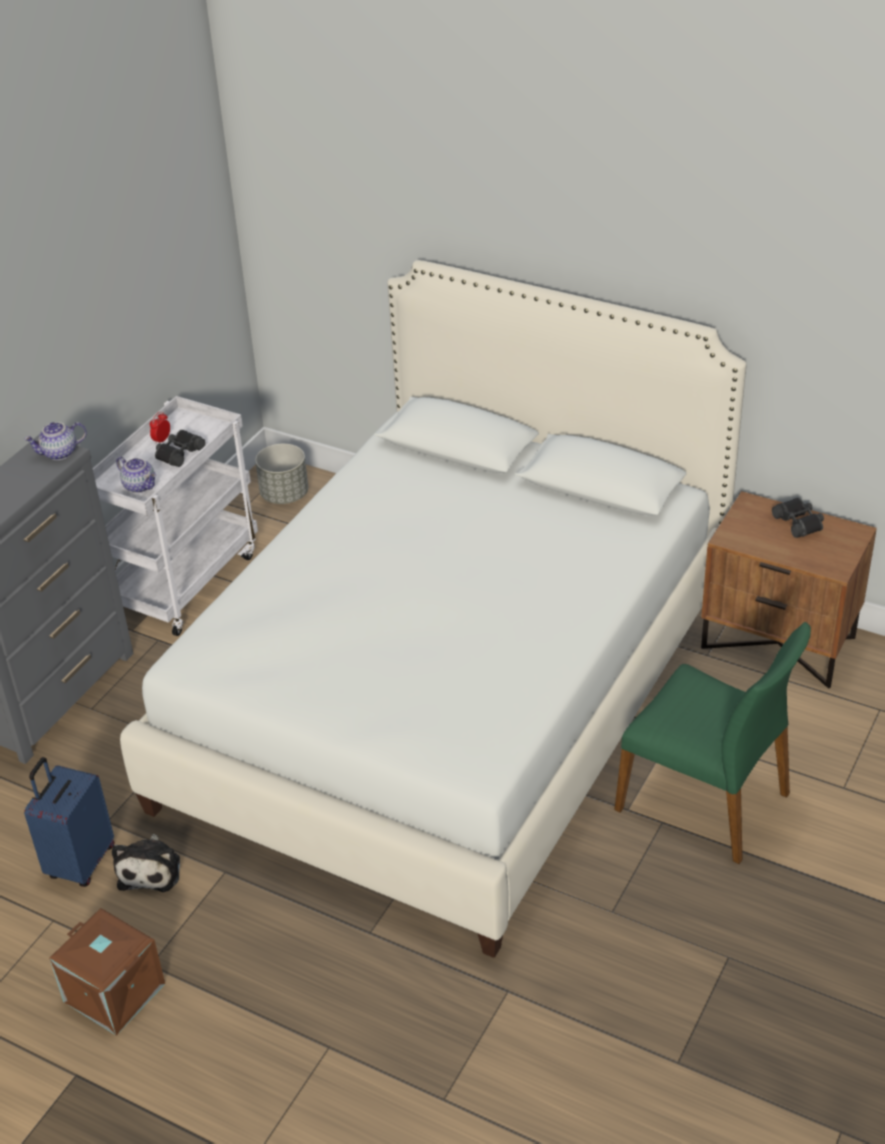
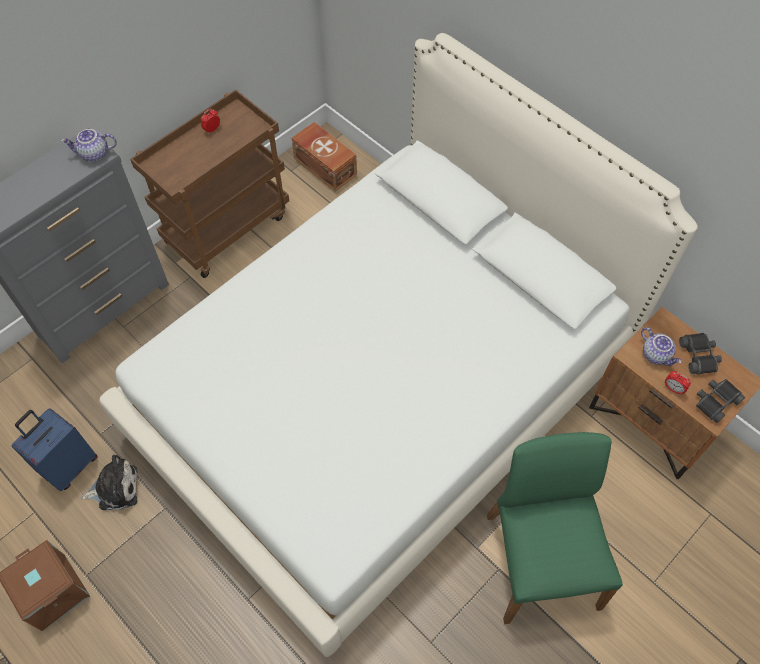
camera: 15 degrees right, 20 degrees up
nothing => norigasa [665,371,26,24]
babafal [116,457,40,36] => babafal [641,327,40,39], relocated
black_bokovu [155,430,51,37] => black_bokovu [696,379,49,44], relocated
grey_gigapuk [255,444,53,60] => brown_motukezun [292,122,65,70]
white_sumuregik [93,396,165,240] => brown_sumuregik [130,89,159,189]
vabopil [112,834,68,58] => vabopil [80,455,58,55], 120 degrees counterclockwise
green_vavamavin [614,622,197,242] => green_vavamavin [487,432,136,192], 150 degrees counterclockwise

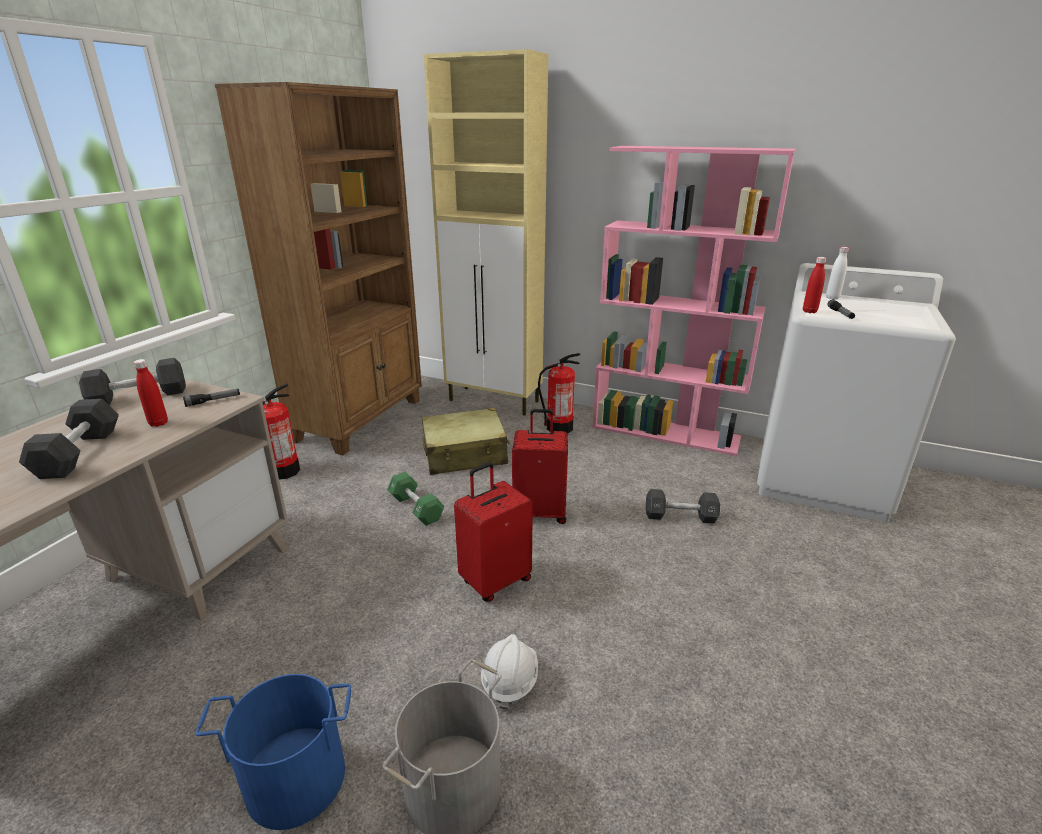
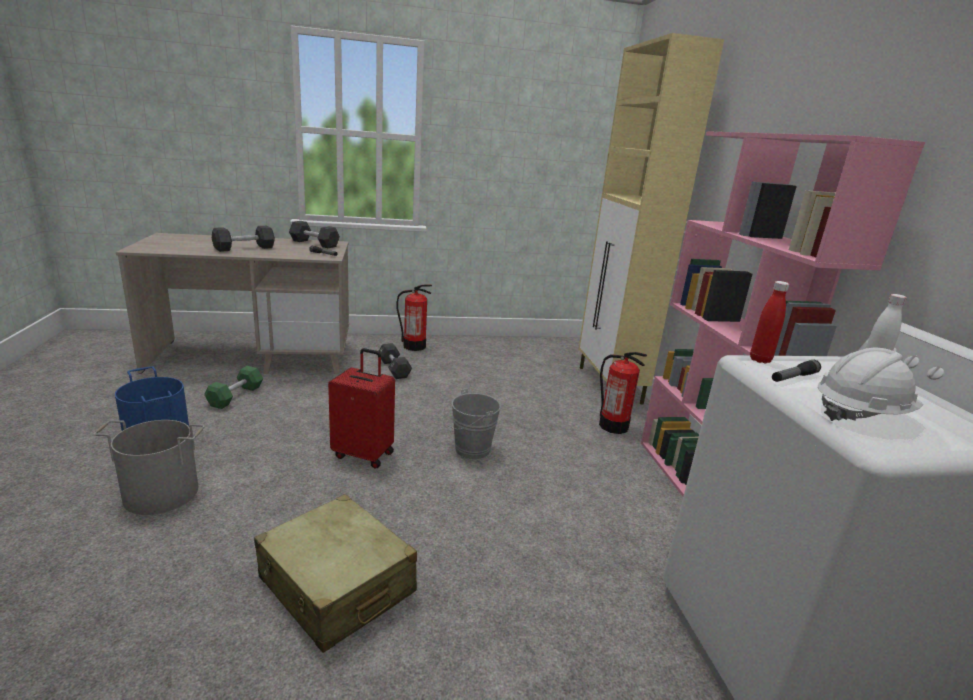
camera: 55 degrees right, 5 degrees down
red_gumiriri [133,359,35,68] => nothing
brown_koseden [215,82,207,373] => nothing
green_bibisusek [387,472,58,54] => green_bibisusek [204,366,59,43], relocated
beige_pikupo [422,408,88,67] => beige_pikupo [254,494,163,159], relocated
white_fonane [481,634,57,76] => white_fonane [818,348,105,73], relocated
black_bibisusek [646,489,74,35] => black_bibisusek [379,343,33,36], relocated
red_pikupo [512,409,56,115] => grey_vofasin [442,388,59,72]

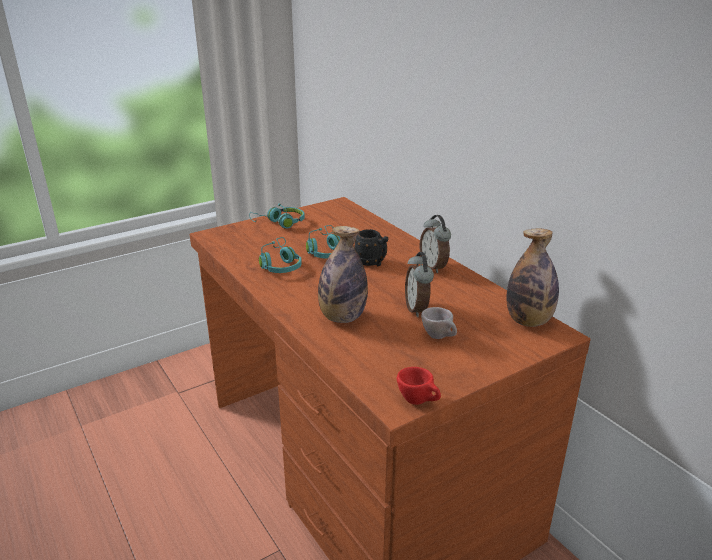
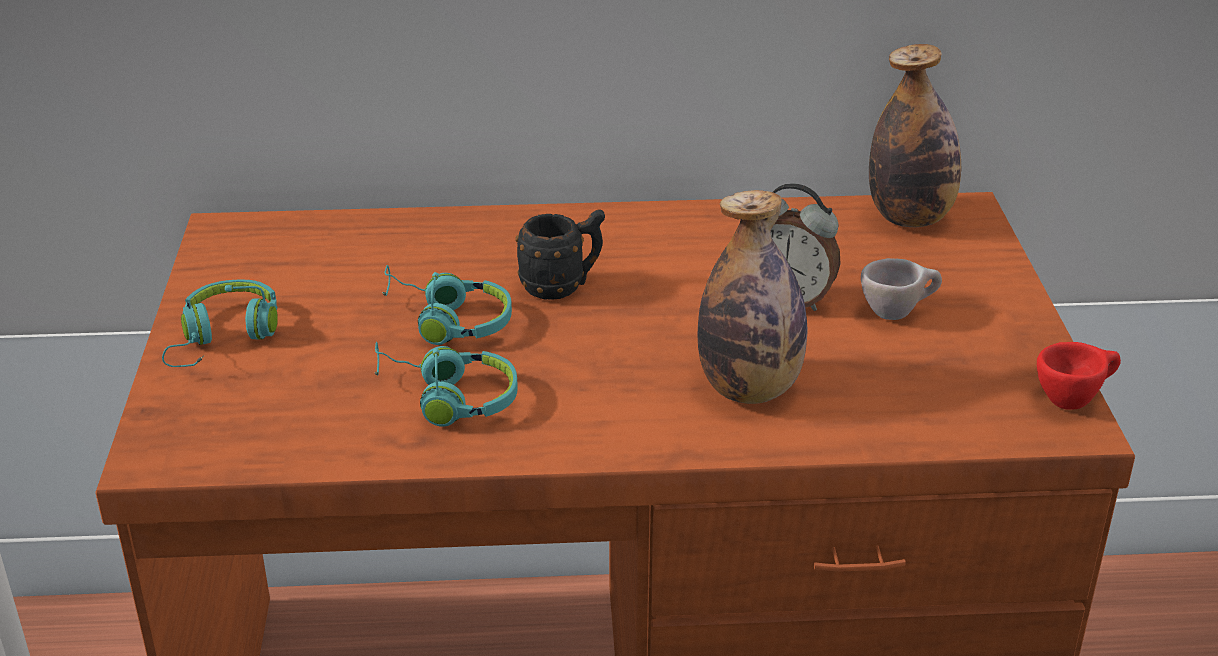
camera: 60 degrees left, 5 degrees up
norigasa [419,215,32,58] => nothing

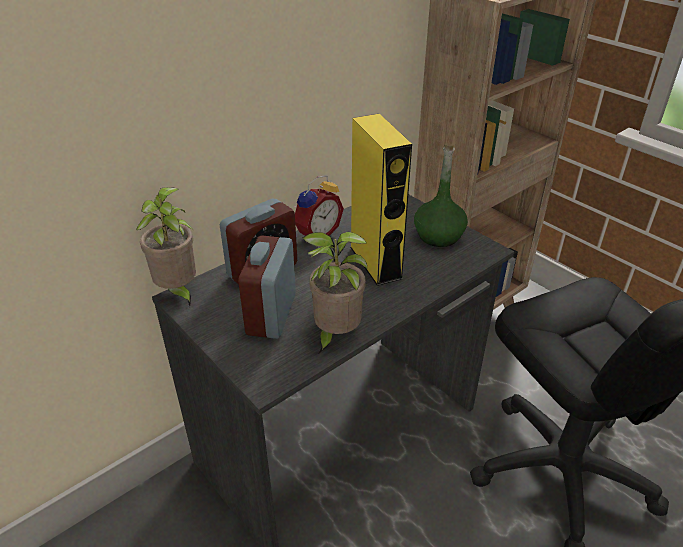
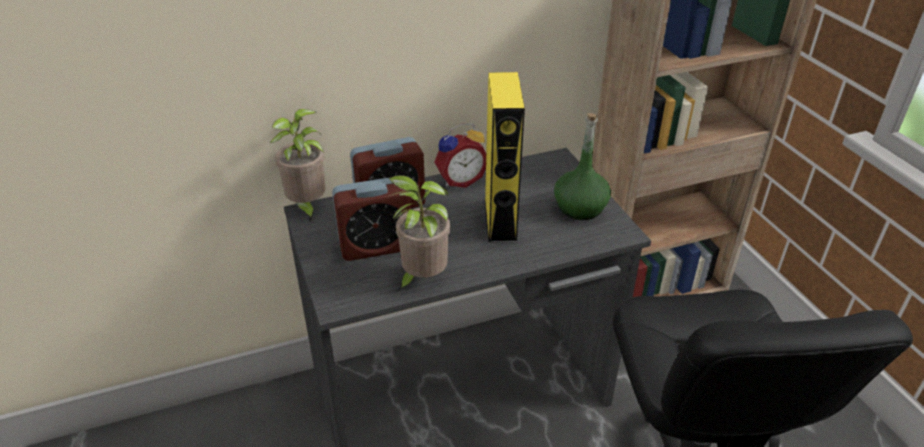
camera: 20 degrees right, 0 degrees up
norigasa [238,235,58,104] => norigasa [332,177,79,84], 135 degrees counterclockwise

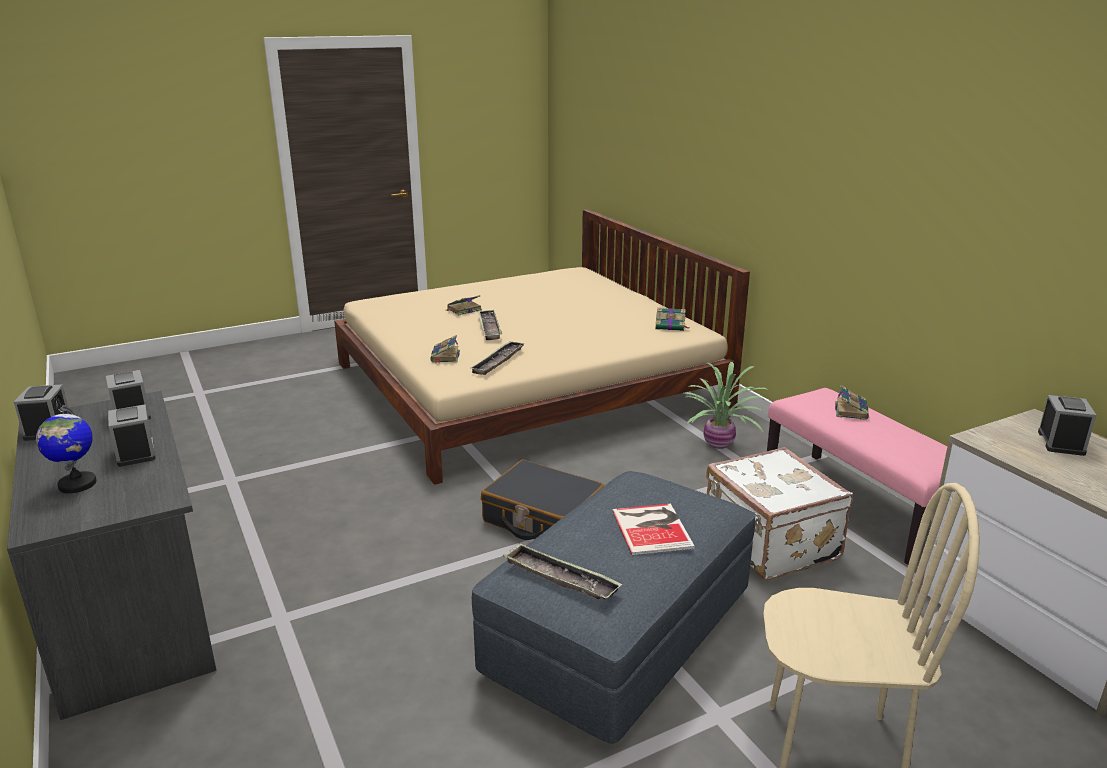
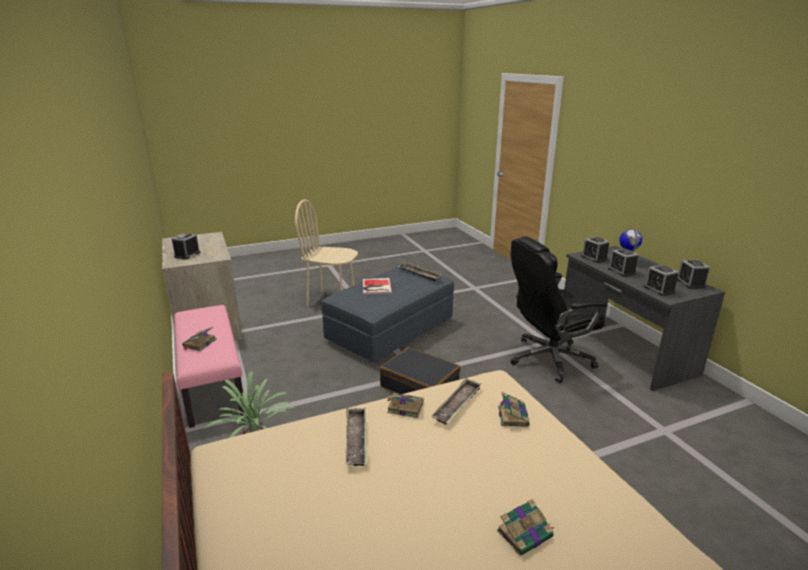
camera: 175 degrees left, 0 degrees up
white_pikupo [706,447,147,133] => nothing
nothing => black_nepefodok [510,236,97,147]
nothing => norigasa [581,237,29,26]
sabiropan [478,310,24,30] => sabiropan [346,408,22,58], relocated
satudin [655,308,35,23] => satudin [386,393,38,25], relocated

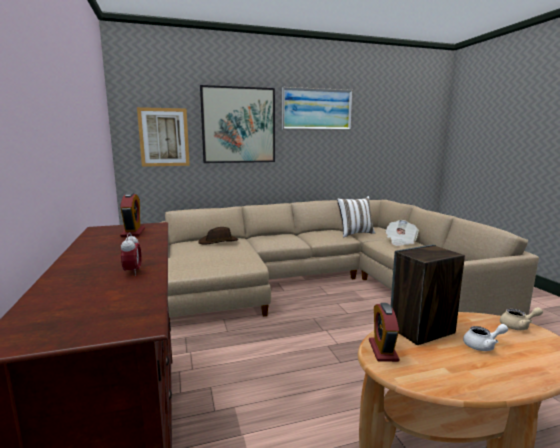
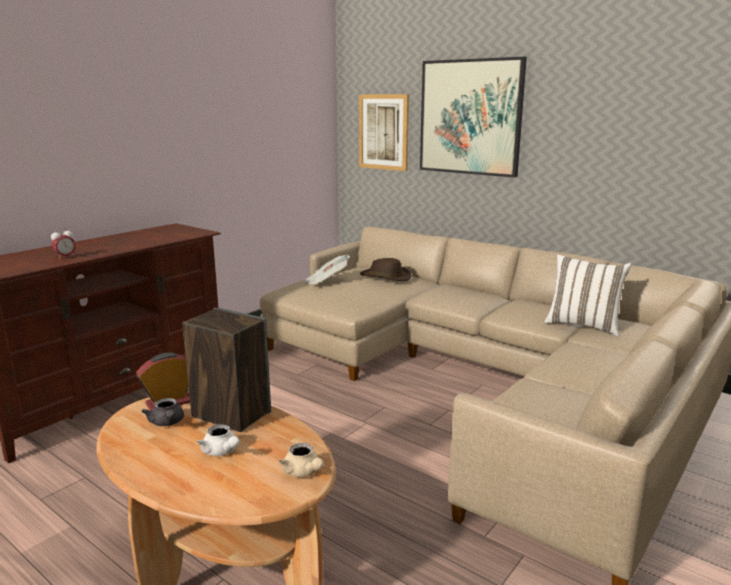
camera: 55 degrees right, 5 degrees up
norigasa [120,192,25,45] => nothing
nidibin [282,87,71,43] => nothing
nothing => grey_babafal [142,398,42,28]
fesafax [385,220,34,26] => fesafax [304,255,46,30], relocated

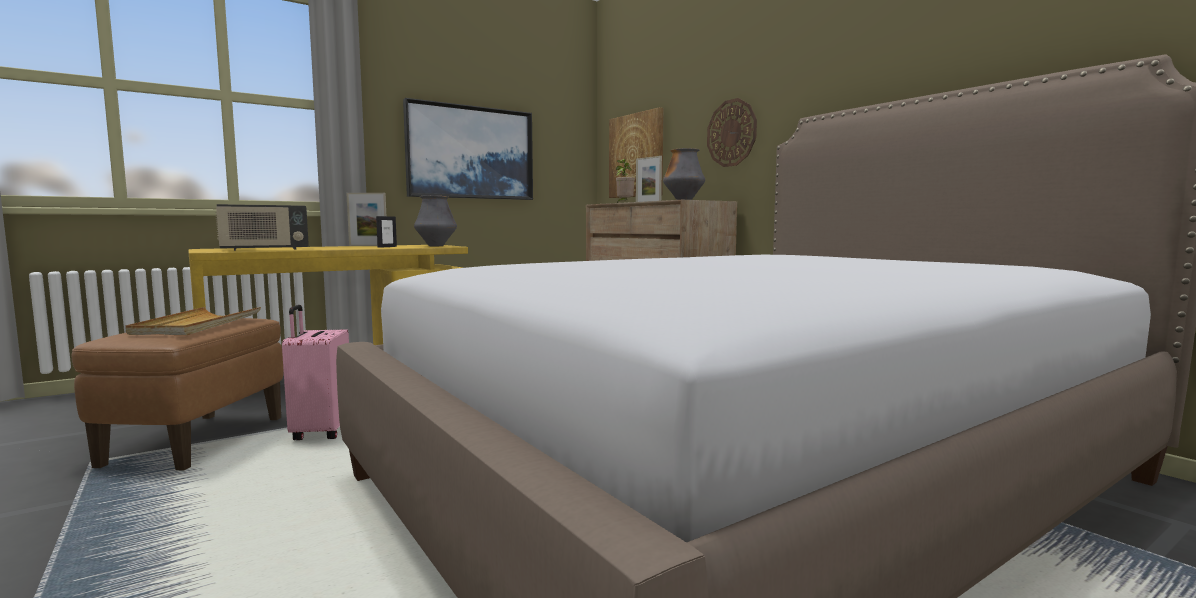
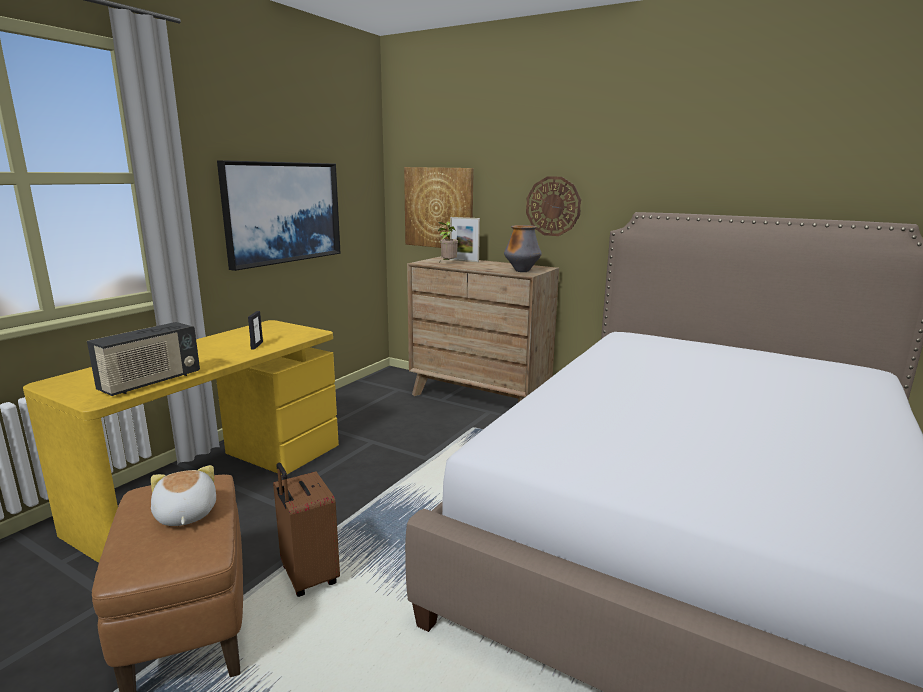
camera: 25 degrees left, 10 degrees up
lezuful [346,193,40,53] => nothing
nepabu [414,196,43,50] => nothing
beige_sabiropan [125,307,136,28] => vabopil [151,465,65,61]
pink_pikupo [282,305,67,135] => brown_pikupo [273,463,67,134]

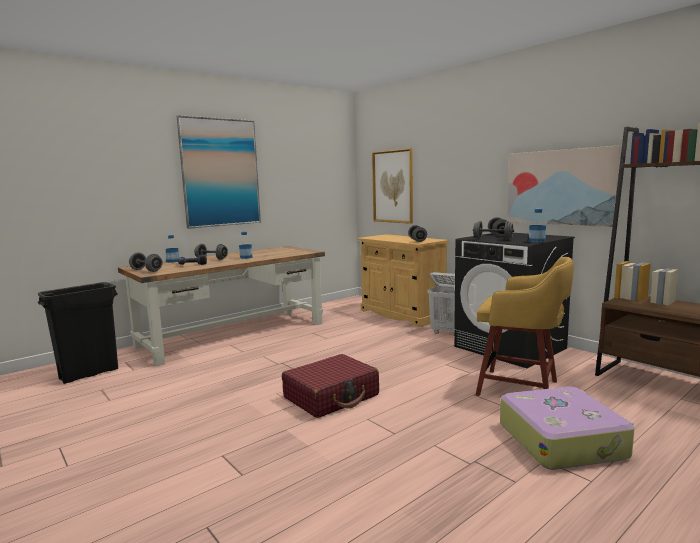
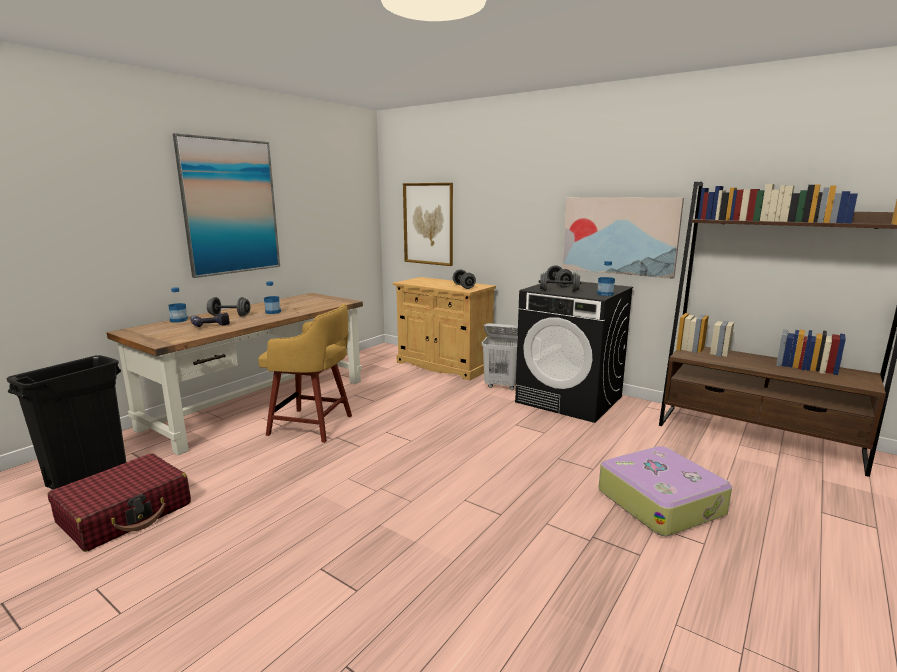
camera: 15 degrees left, 5 degrees up
grey_bibisusek [129,253,34,19] => nothing
red_pikupo [282,354,97,64] => red_pikupo [48,453,143,99], relocated
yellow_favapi [476,257,98,139] => yellow_favapi [258,304,94,139], relocated

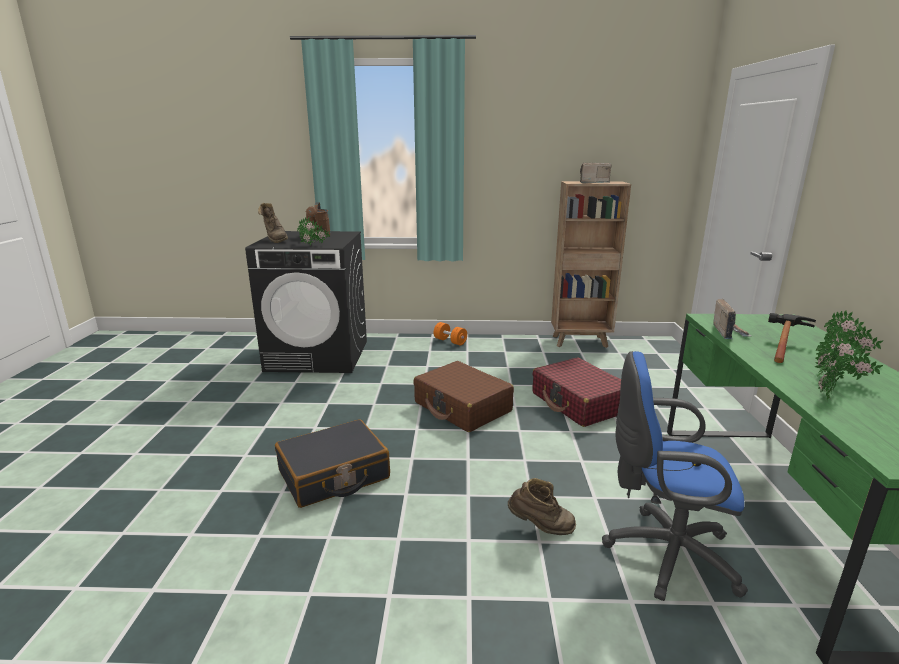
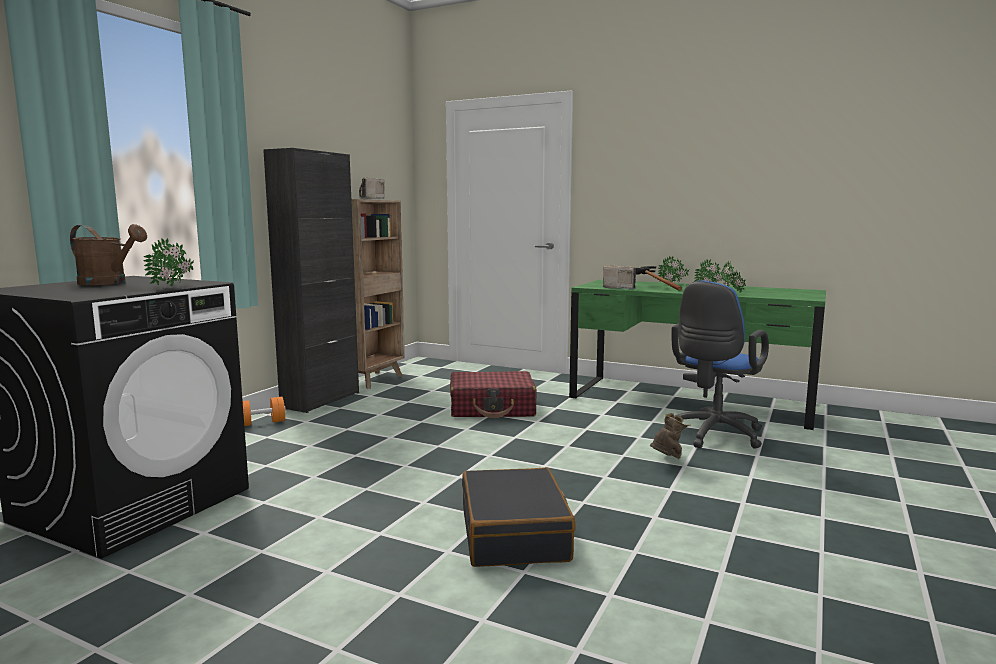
camera: 65 degrees left, 10 degrees down
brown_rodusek [258,203,30,40] => nothing
brown_pikupo [413,361,101,71] => nothing
nothing => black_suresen [263,148,96,265]

